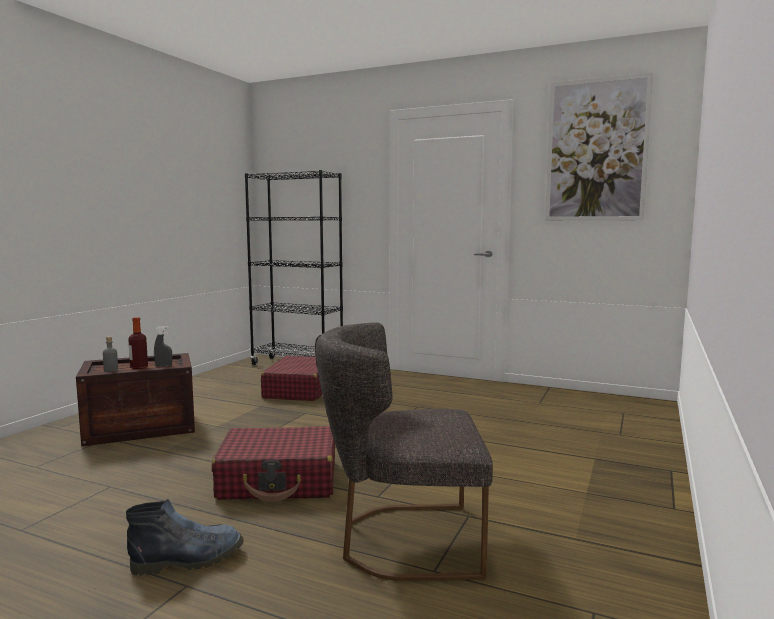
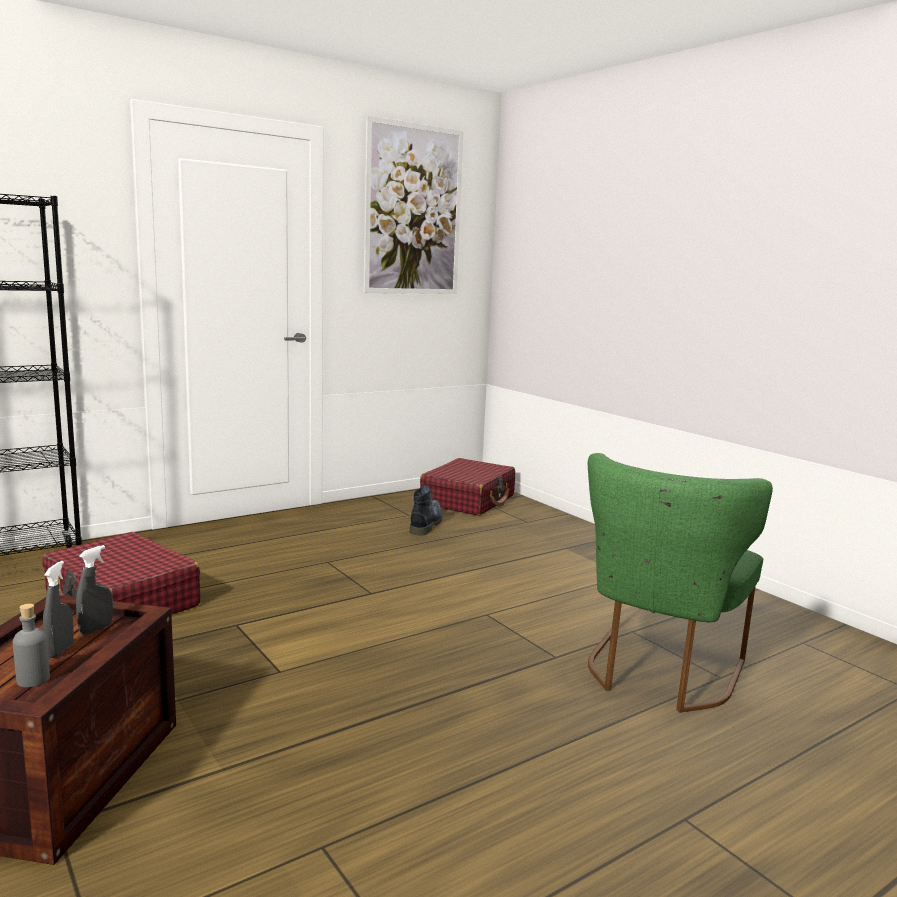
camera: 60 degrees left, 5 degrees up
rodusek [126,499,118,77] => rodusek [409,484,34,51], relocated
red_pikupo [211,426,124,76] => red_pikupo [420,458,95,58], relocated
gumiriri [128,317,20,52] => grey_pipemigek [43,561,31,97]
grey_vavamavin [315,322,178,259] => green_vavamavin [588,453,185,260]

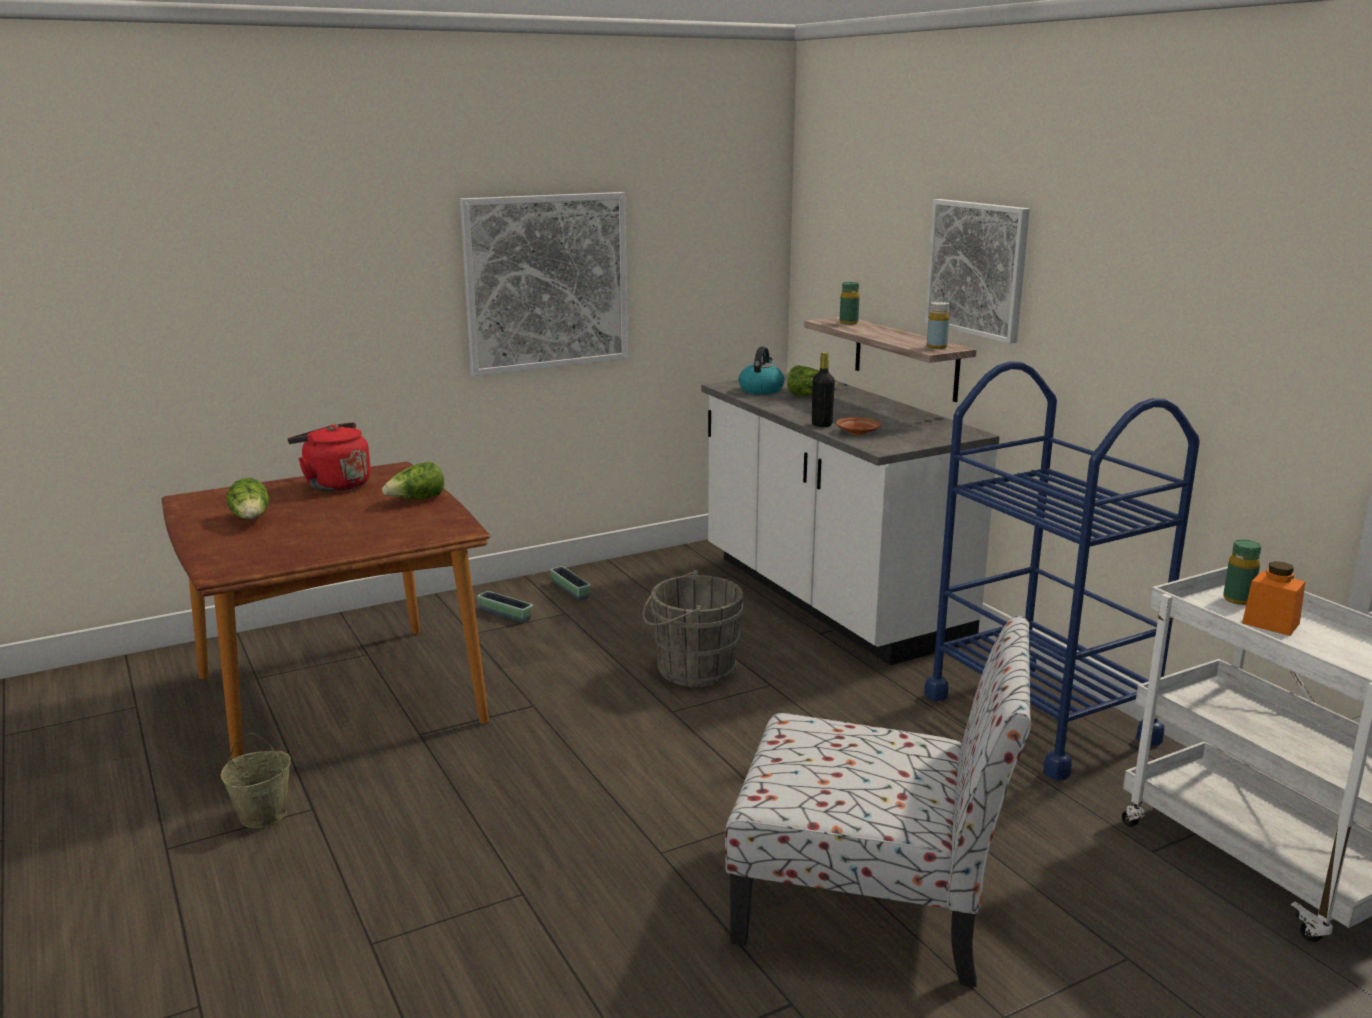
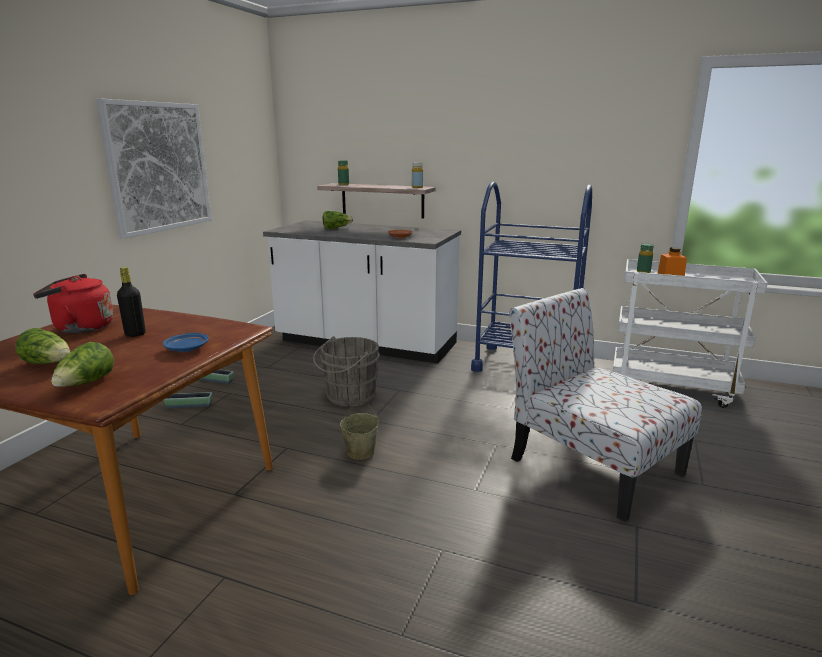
camera: 40 degrees left, 0 degrees up
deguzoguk [738,347,46,47] => nothing
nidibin [925,199,105,145] => nothing
nothing => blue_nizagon [163,333,46,19]
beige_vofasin [221,732,70,96] => beige_vofasin [340,401,39,59], relocated
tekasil [382,462,62,37] => tekasil [51,342,63,45], relocated
black_gumiriri [812,352,23,75] => black_gumiriri [117,267,29,70], relocated
vavamavin [725,616,306,371] => vavamavin [509,288,193,234], 105 degrees counterclockwise

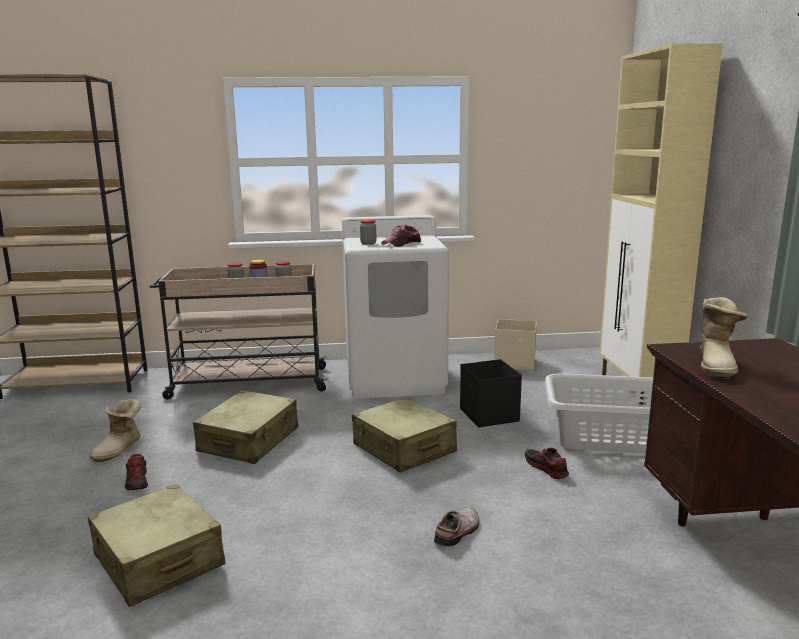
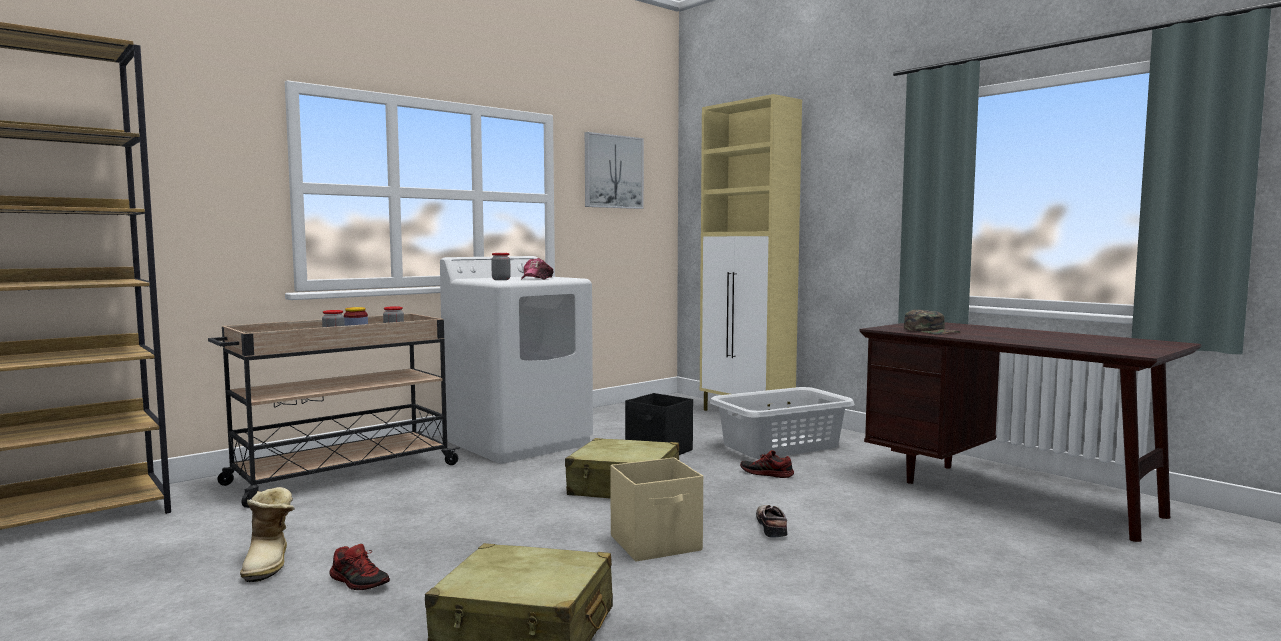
camera: 35 degrees left, 10 degrees down
beige_pikupo [193,390,105,74] => nothing
nothing => nidibin [585,132,59,77]
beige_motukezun [494,319,43,52] => beige_motukezun [610,457,93,104], relocated
rodusek [699,297,49,82] => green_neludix [904,310,57,25]

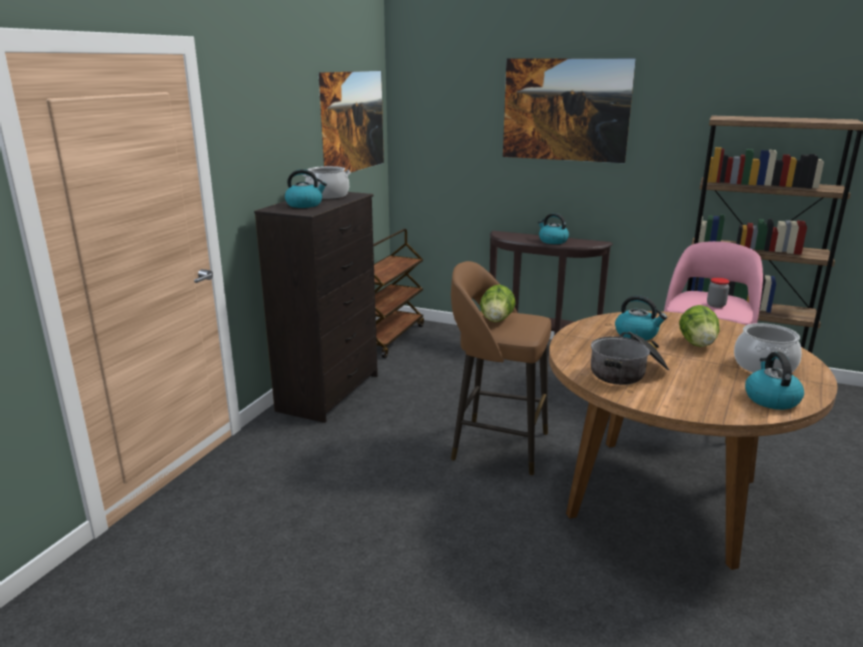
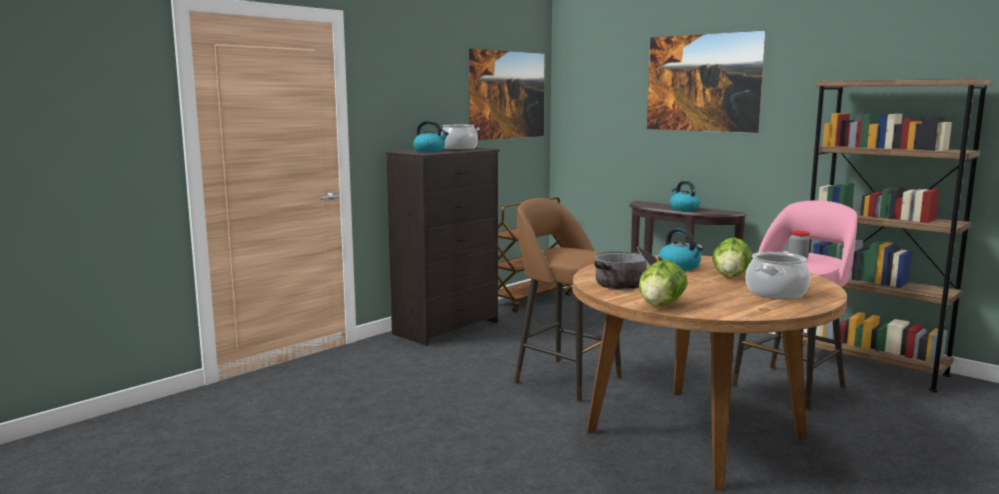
camera: 20 degrees right, 10 degrees down
deguzoguk [745,352,59,58] => nothing
tekasil [480,284,36,38] => tekasil [639,260,49,46], relocated

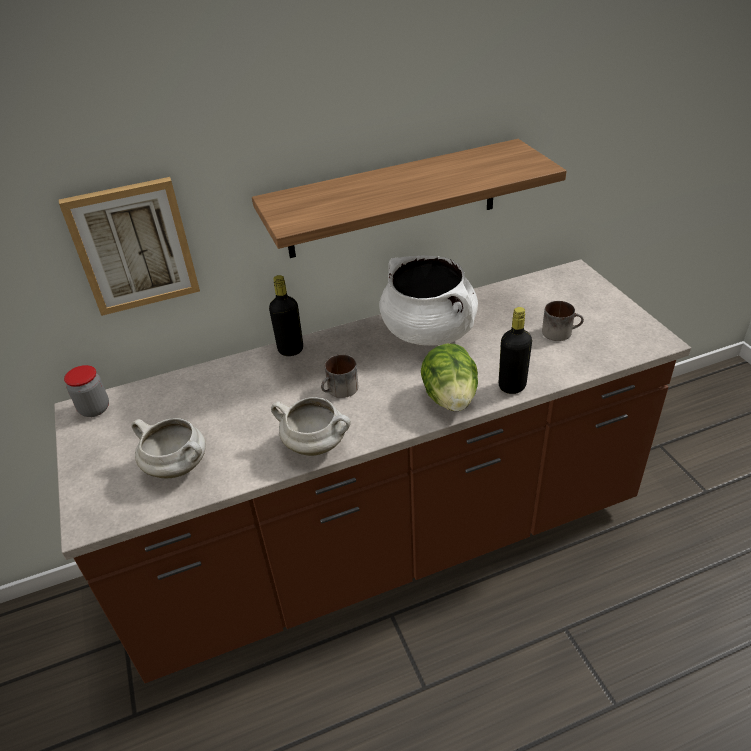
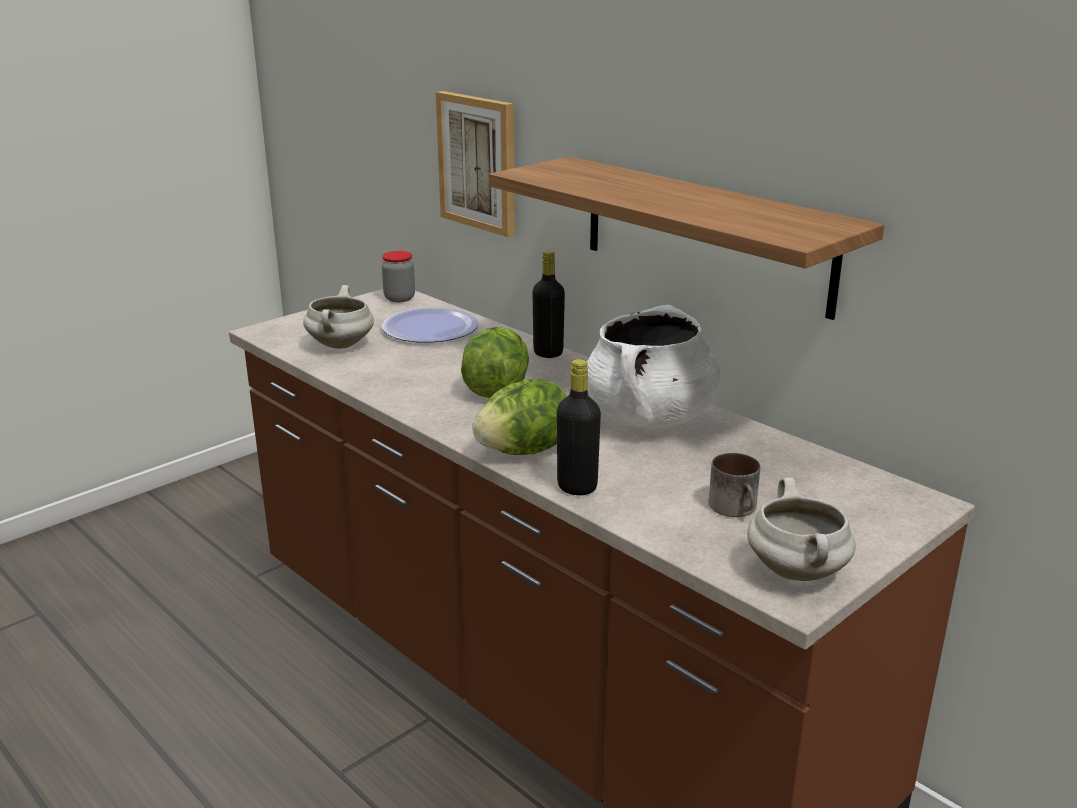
camera: 65 degrees right, 15 degrees down
nothing => nizagon [382,307,97,36]
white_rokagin [271,397,80,59] => white_rokagin [747,477,109,104], relocated
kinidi [321,354,37,44] => tekasil [461,327,68,71]

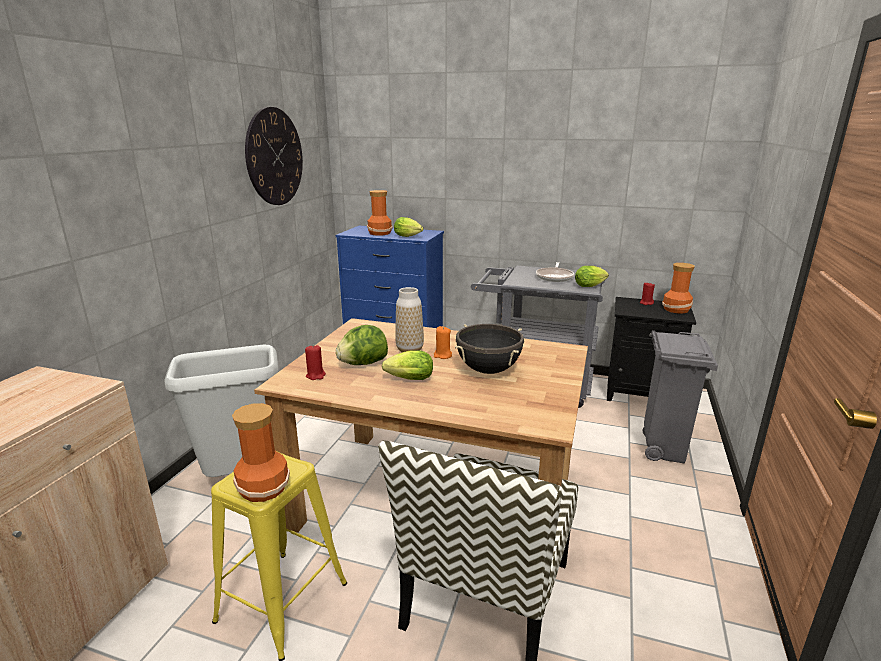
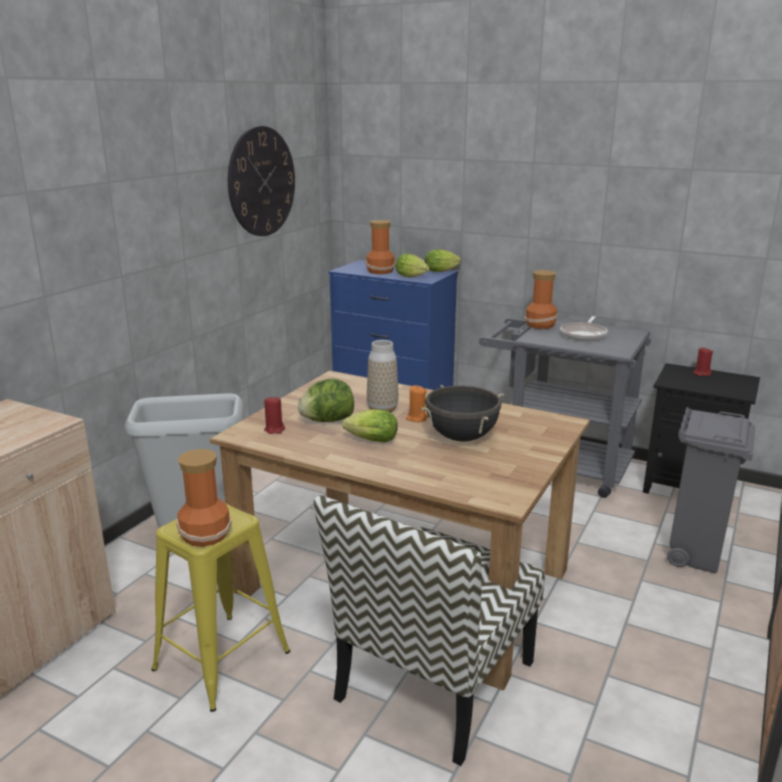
camera: 10 degrees right, 0 degrees up
tekasil [575,266,34,21] => tekasil [425,249,36,23], relocated
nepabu [662,263,33,51] => nepabu [525,270,33,59], relocated

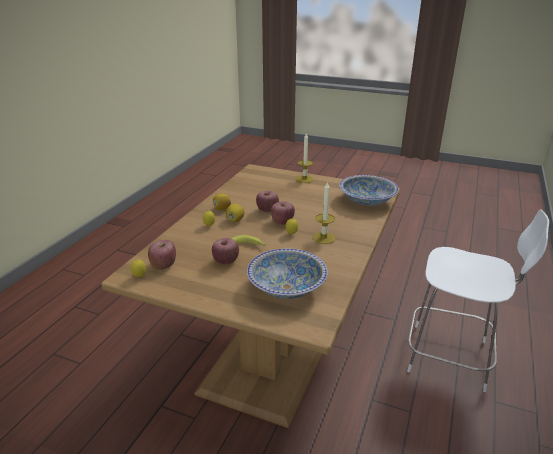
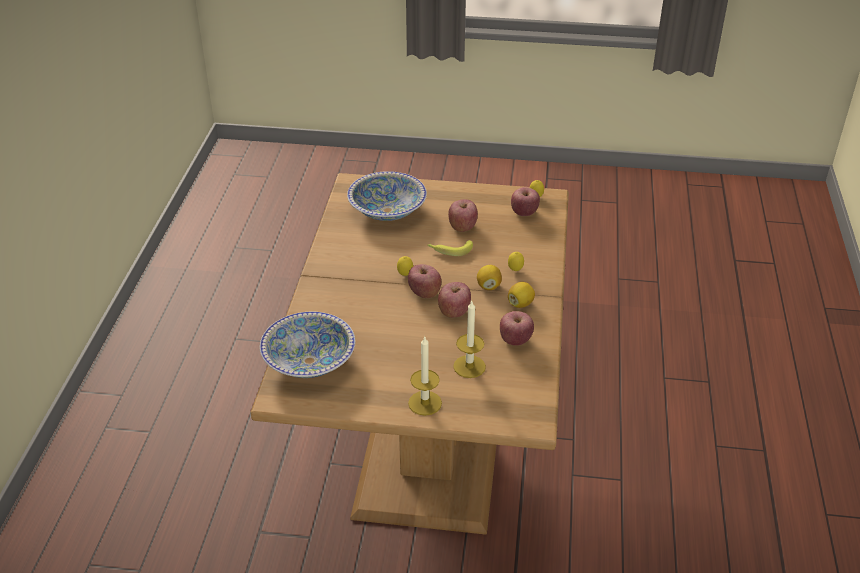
camera: 165 degrees right, 10 degrees up
white_vavamavin [407,209,142,183] => nothing
nothing => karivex [500,311,34,35]
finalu [313,182,23,62] => finalu [453,301,33,77], relocated

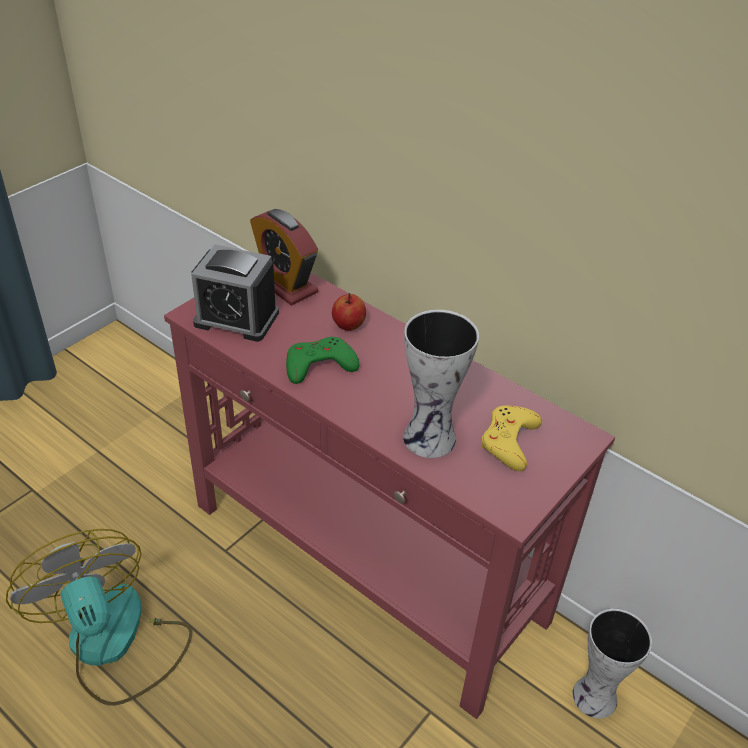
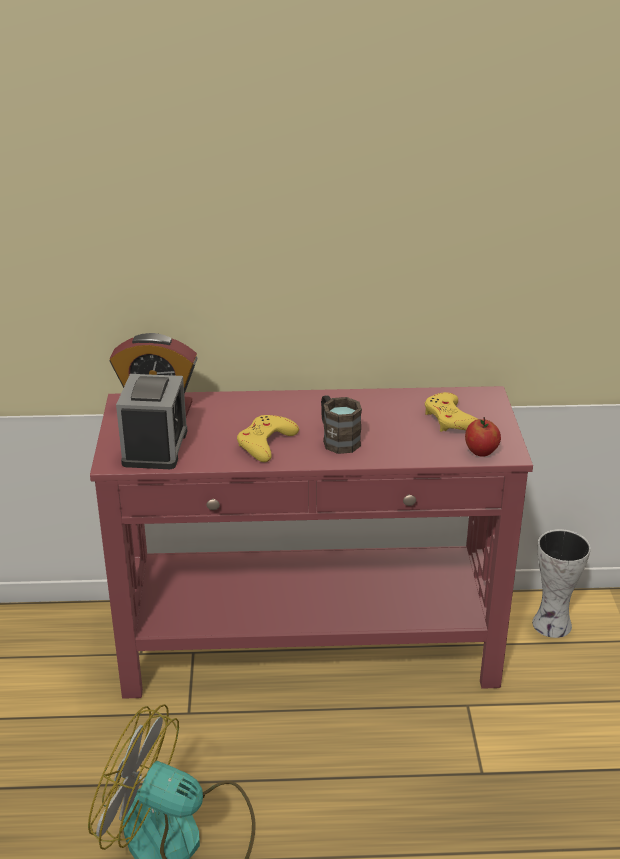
camera: 40 degrees left, 10 degrees down
nepabu [403,310,76,148] => nothing
nothing => brown_kinidi [321,396,41,58]
karivex [332,293,34,38] => karivex [465,417,36,40], relocated
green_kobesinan [286,337,73,47] => yellow_kobesinan [237,415,62,47]
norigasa [191,244,88,98] => norigasa [116,374,71,95], 60 degrees counterclockwise

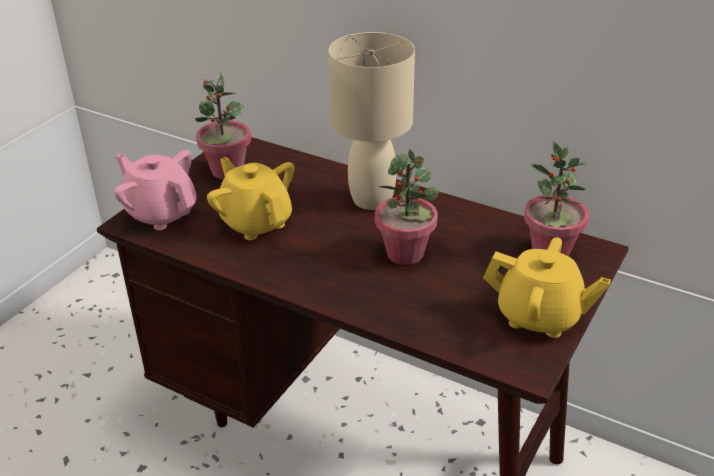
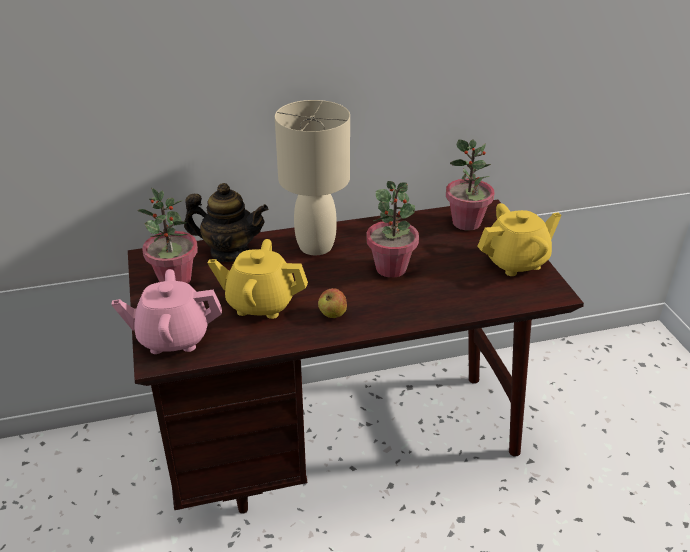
camera: 45 degrees left, 0 degrees up
nothing => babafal [184,183,84,79]
nothing => karivex [318,288,29,30]

